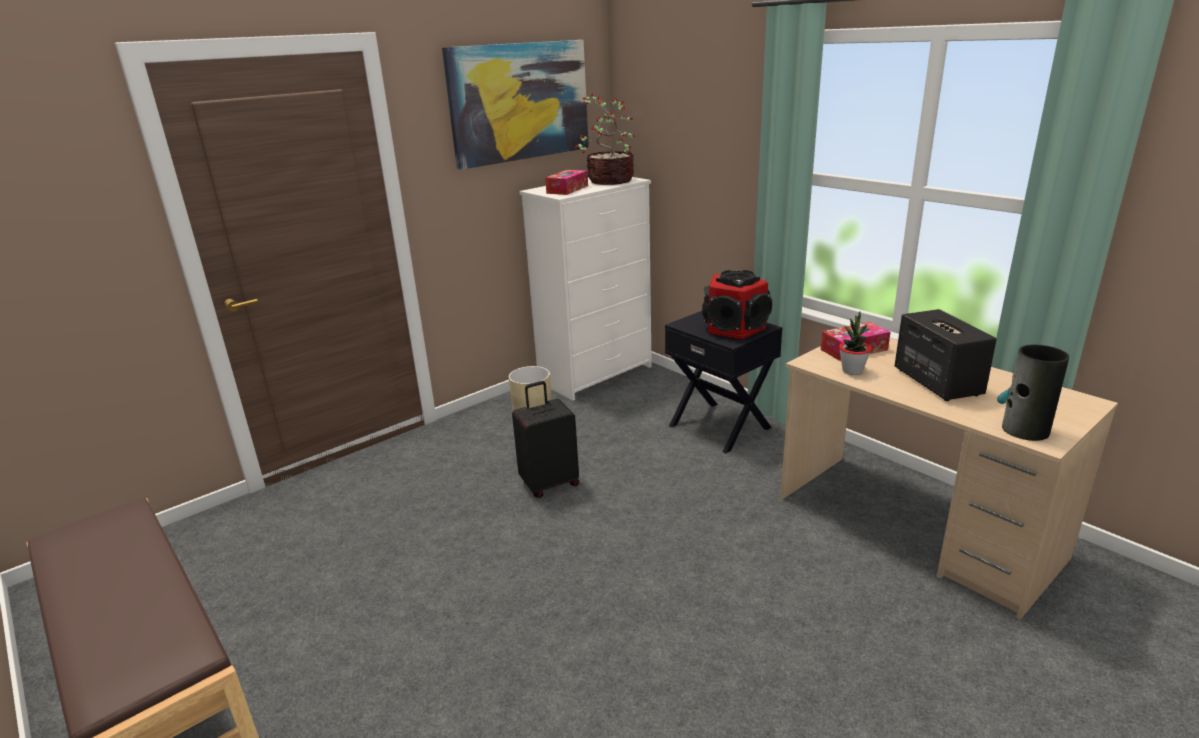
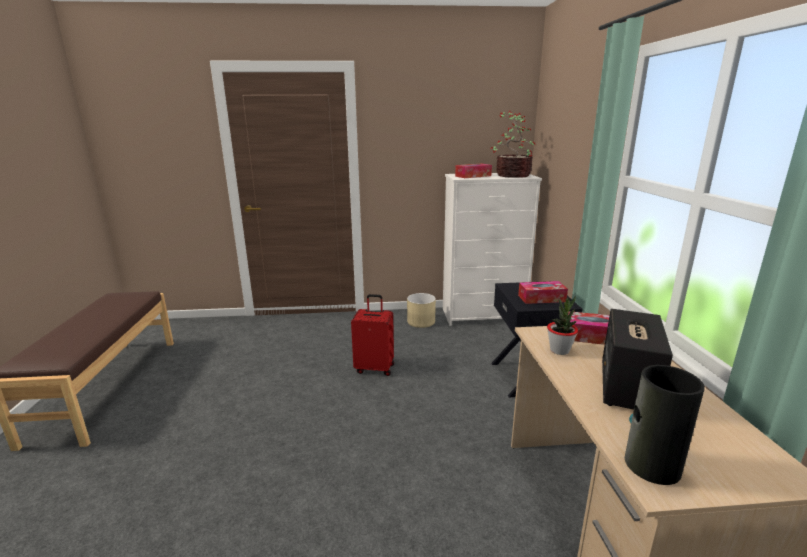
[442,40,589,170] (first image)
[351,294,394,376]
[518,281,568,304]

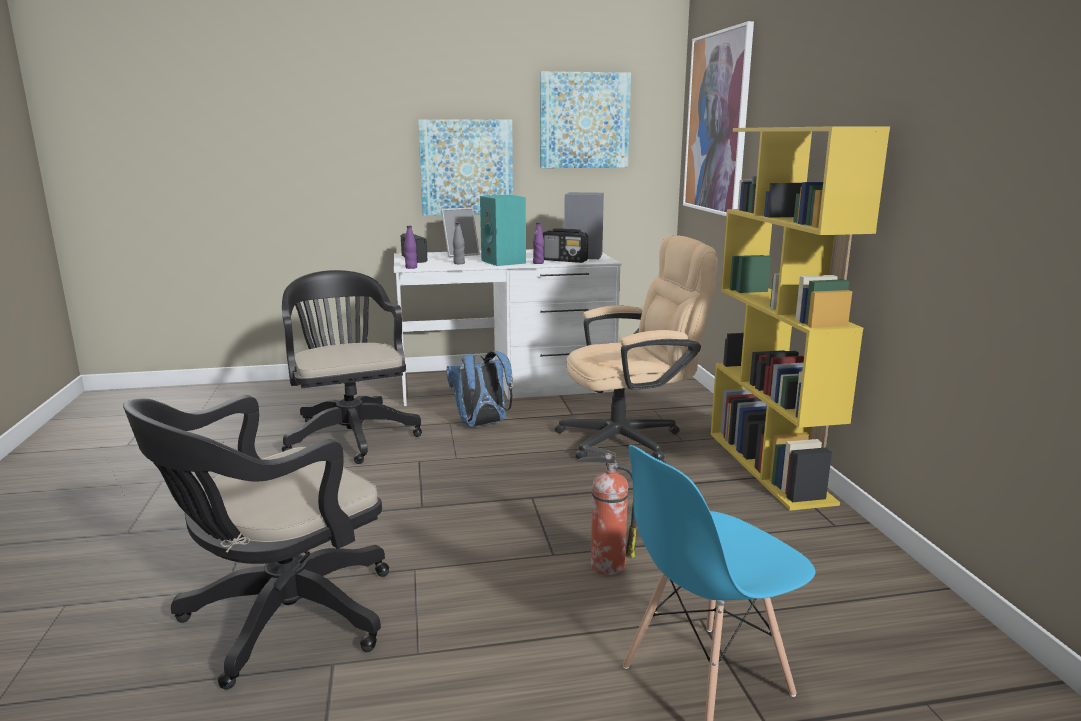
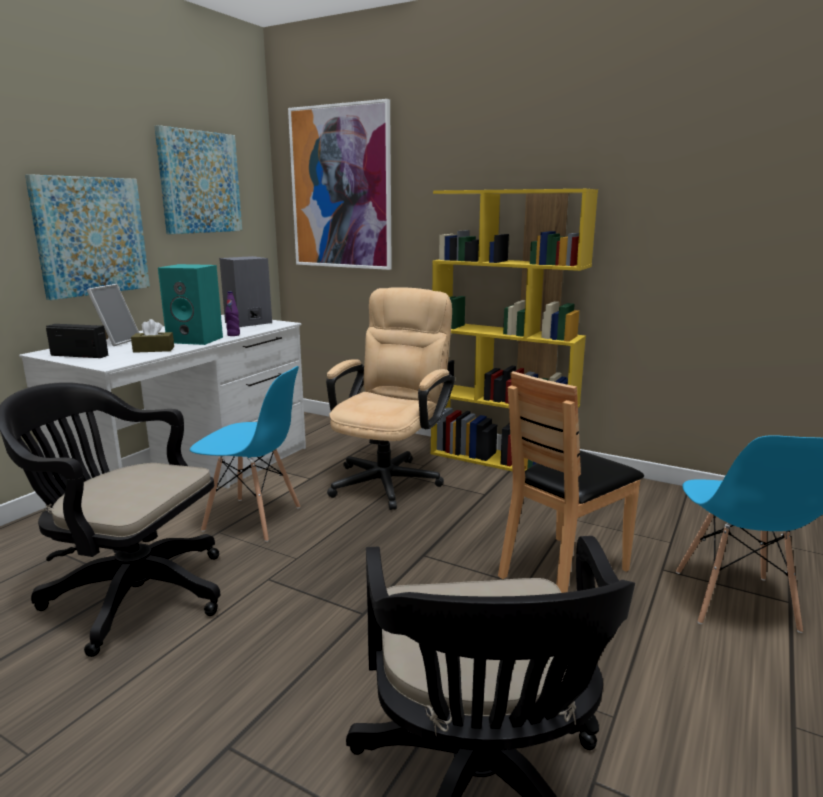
[404,226,417,269] (first image)
[190,366,301,542]
[131,319,174,353]
[543,228,588,263] (first image)
[498,371,644,593]

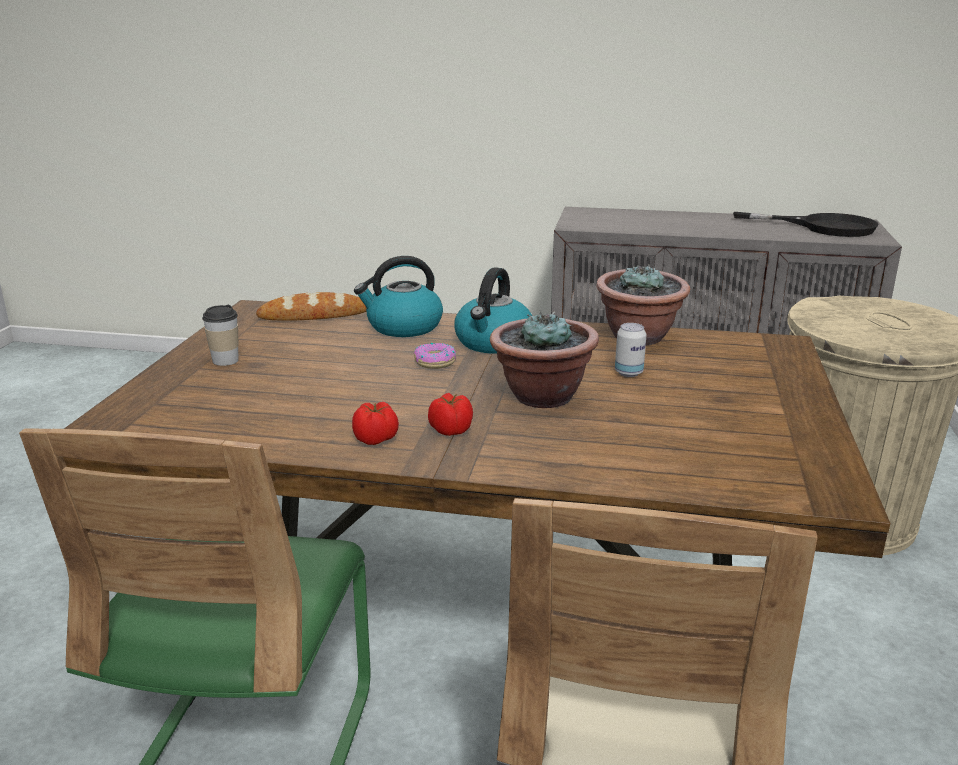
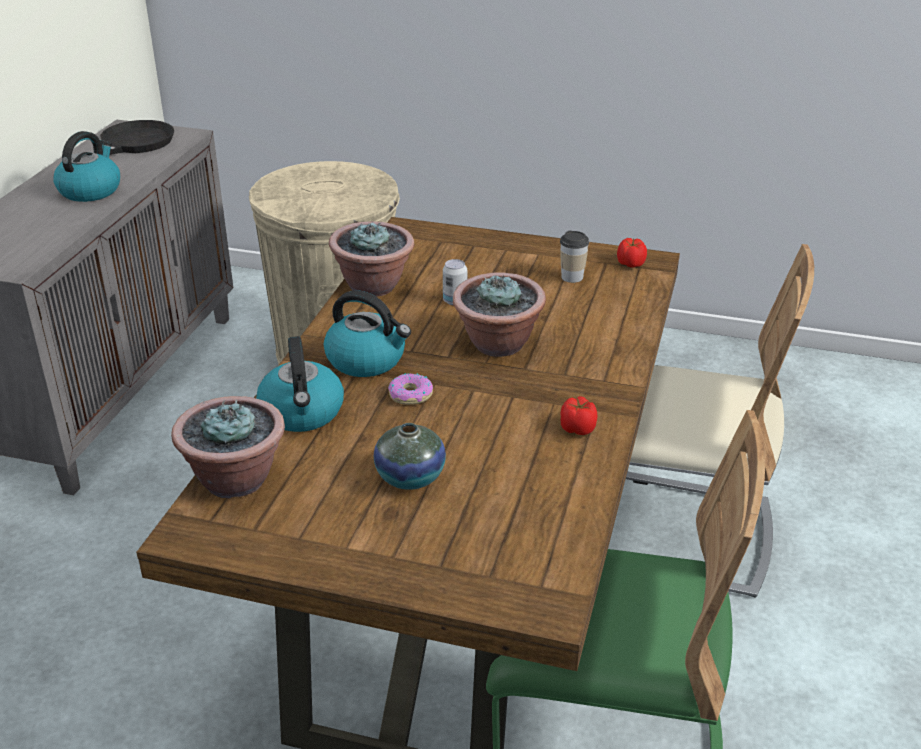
[560,230,589,283]
[171,396,285,499]
[617,238,647,267]
[53,131,120,202]
[374,423,446,490]

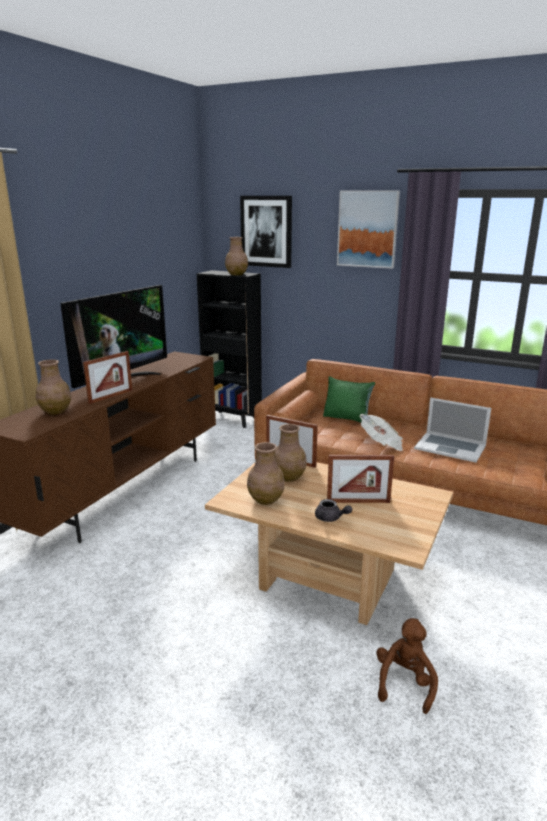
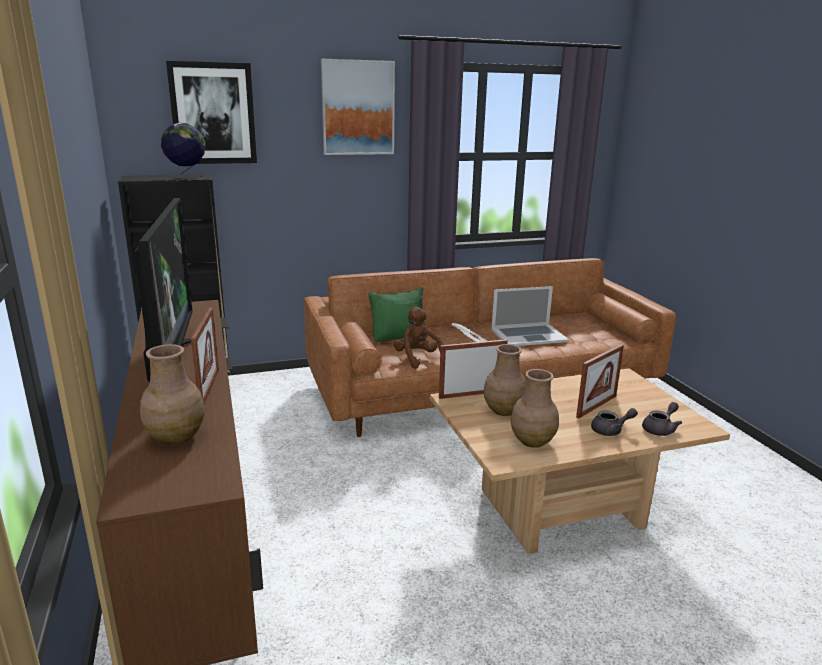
[161,123,205,179]
[394,307,444,369]
[642,402,682,436]

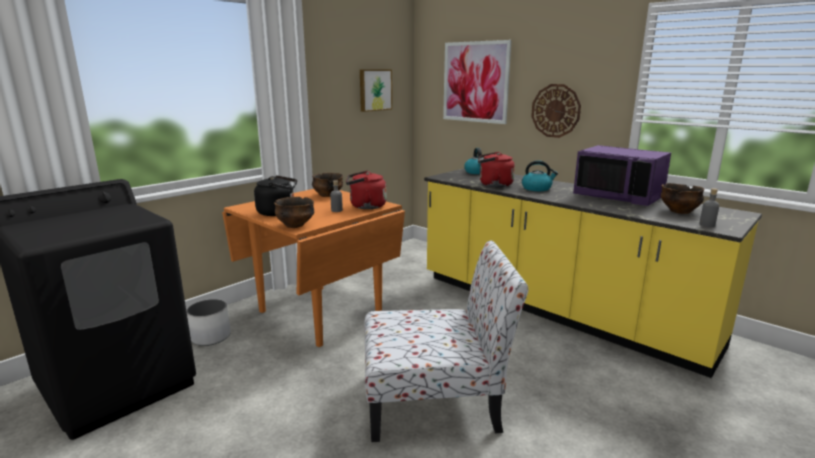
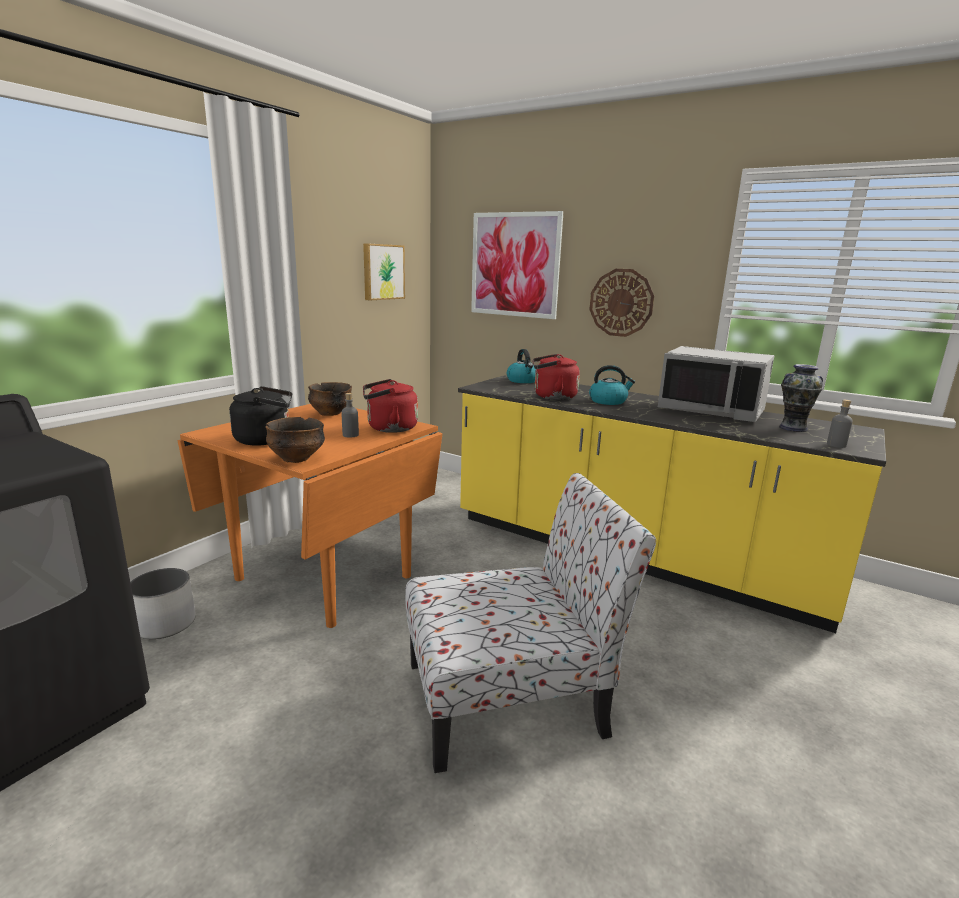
[658,346,775,422]
[779,364,823,432]

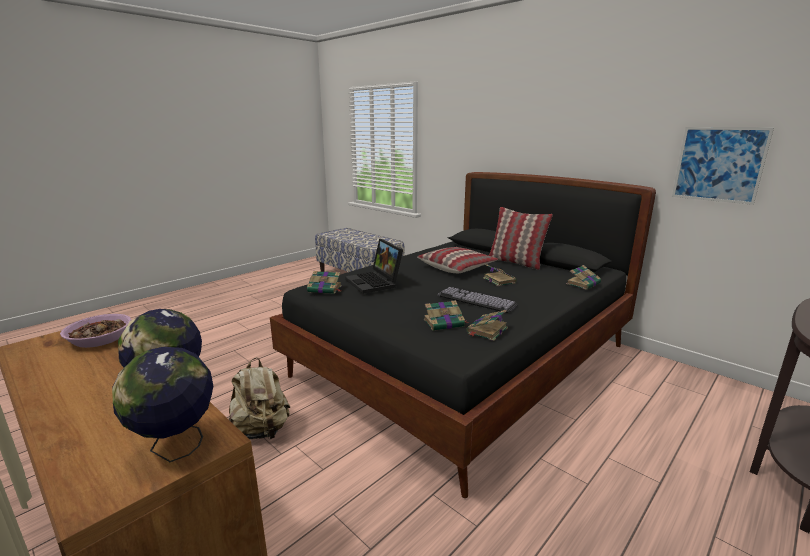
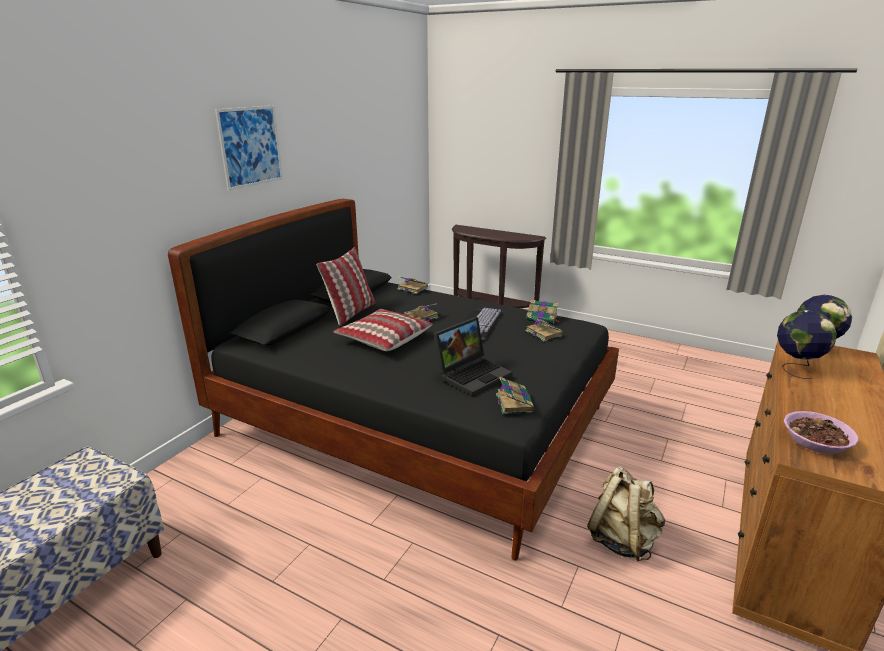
[215,106,283,191]

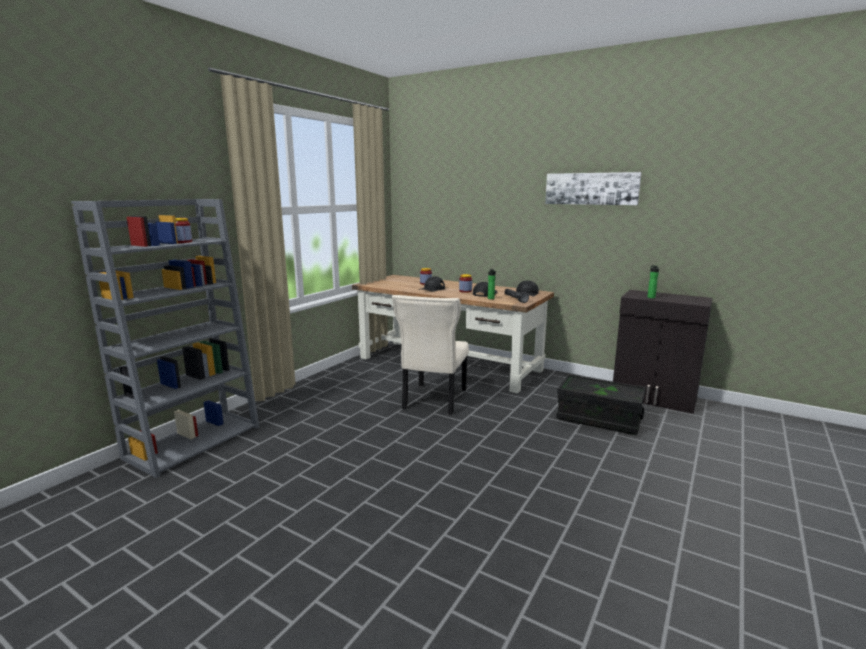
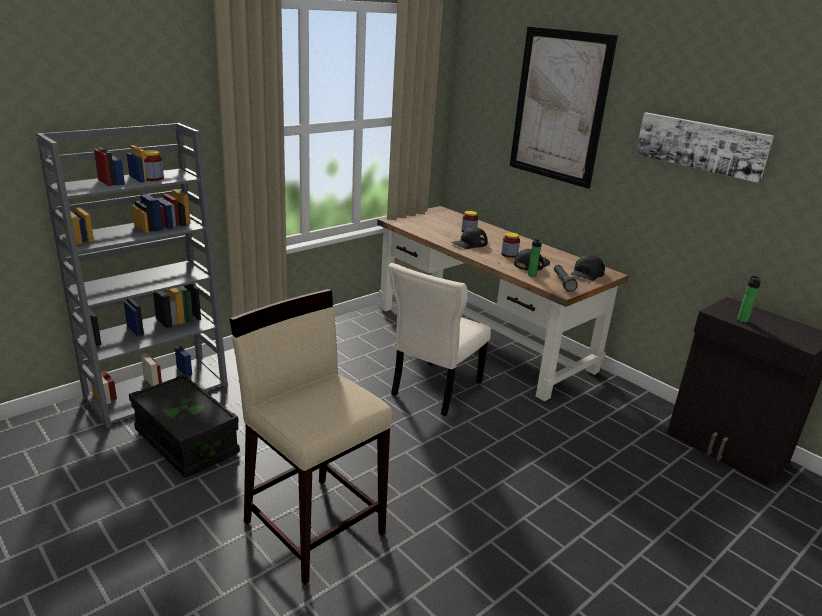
[129,374,240,478]
[229,289,393,585]
[510,26,618,189]

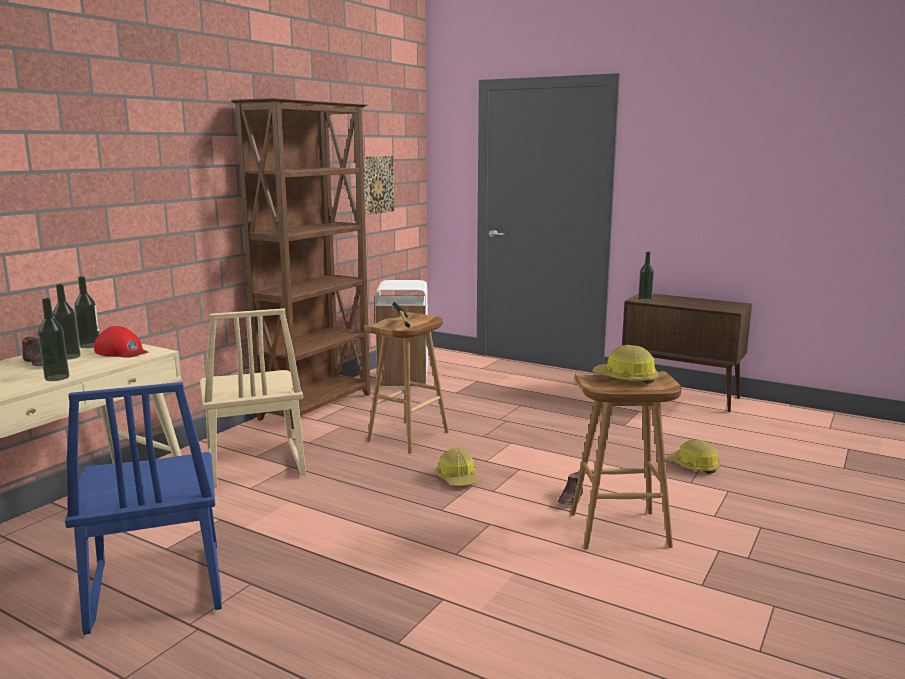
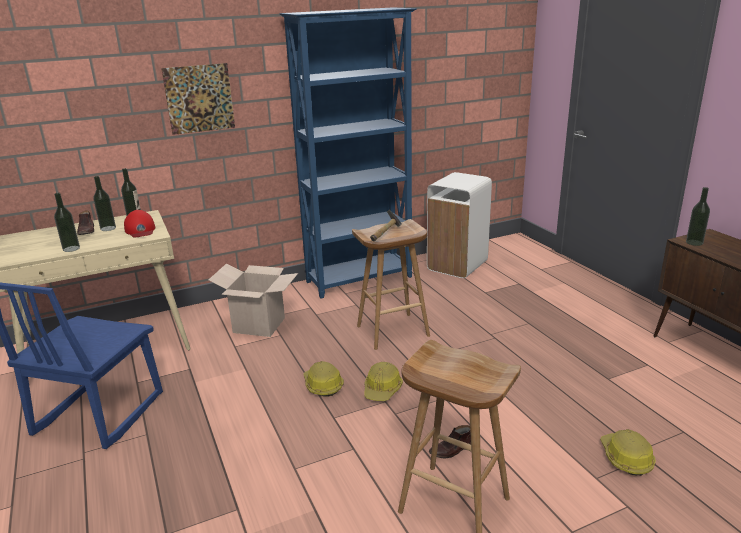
[209,263,298,337]
[280,7,416,299]
[161,63,235,135]
[303,361,344,397]

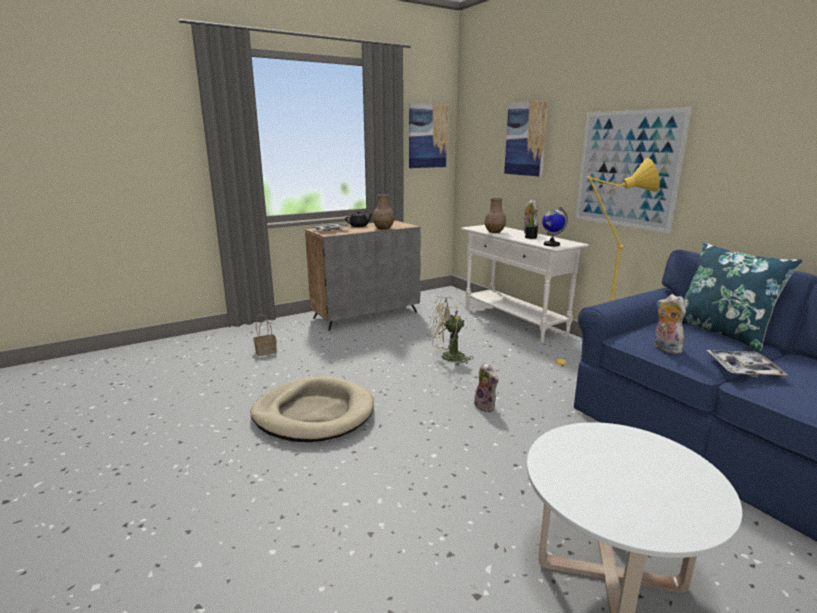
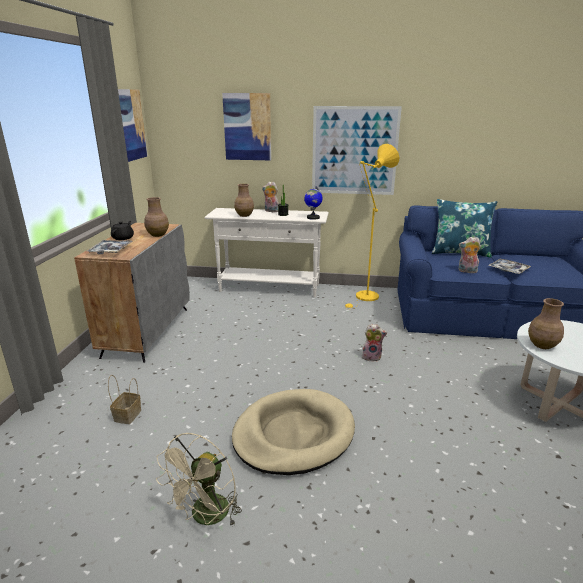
[156,433,242,526]
[528,298,564,349]

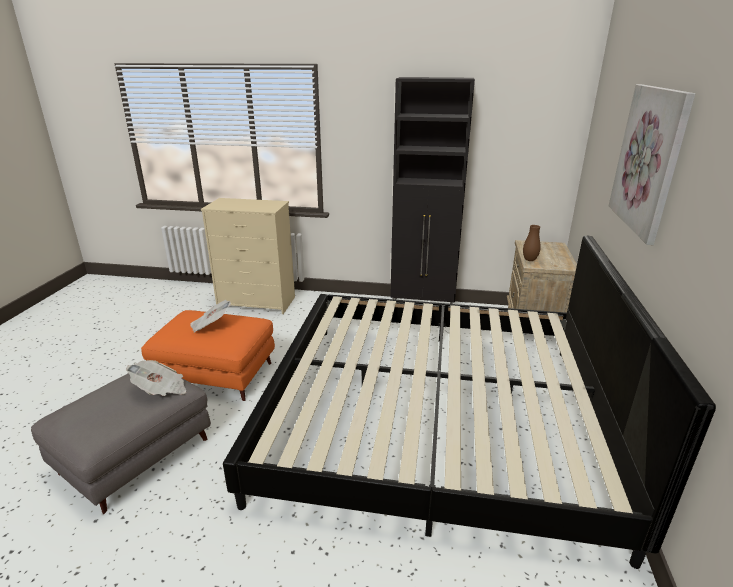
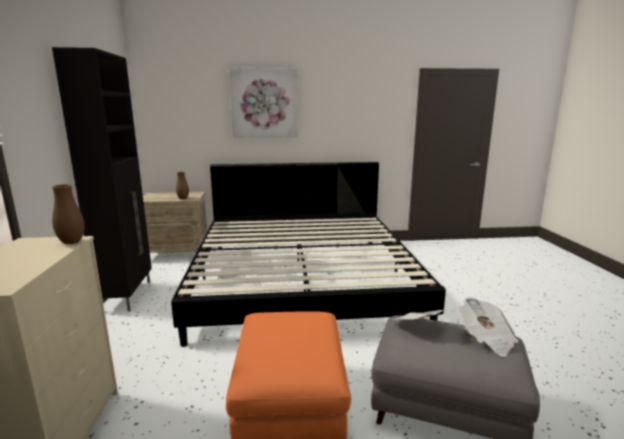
[459,297,519,357]
[52,184,84,244]

